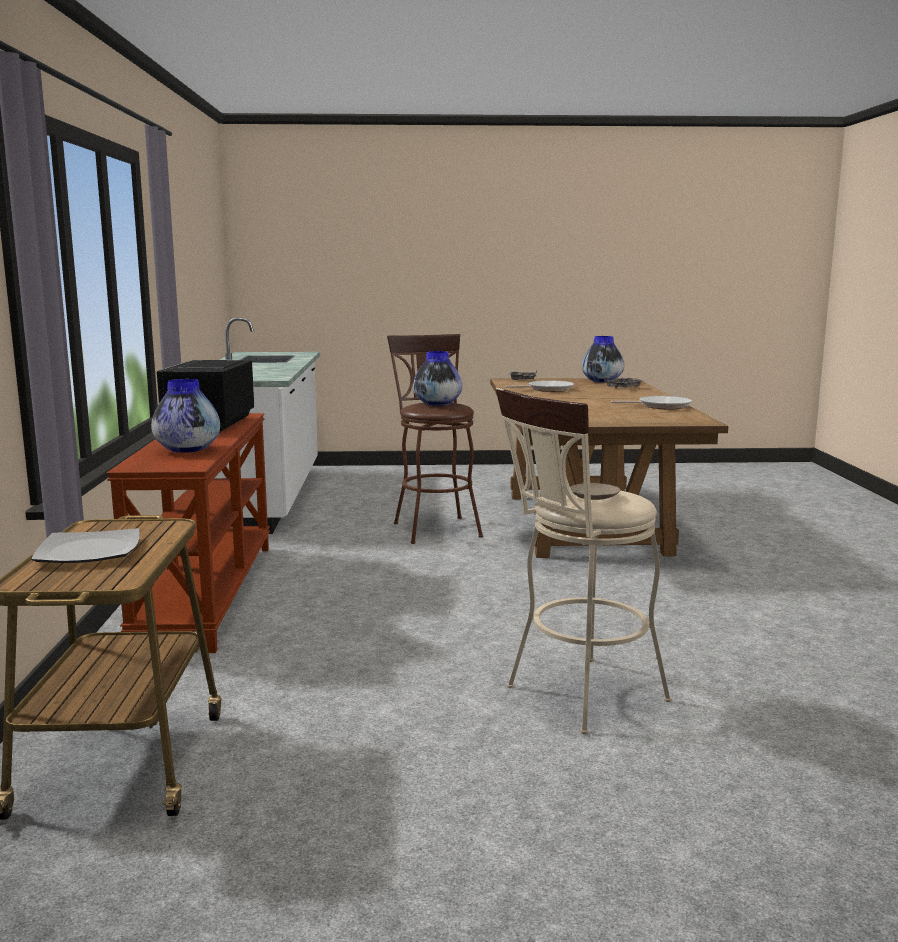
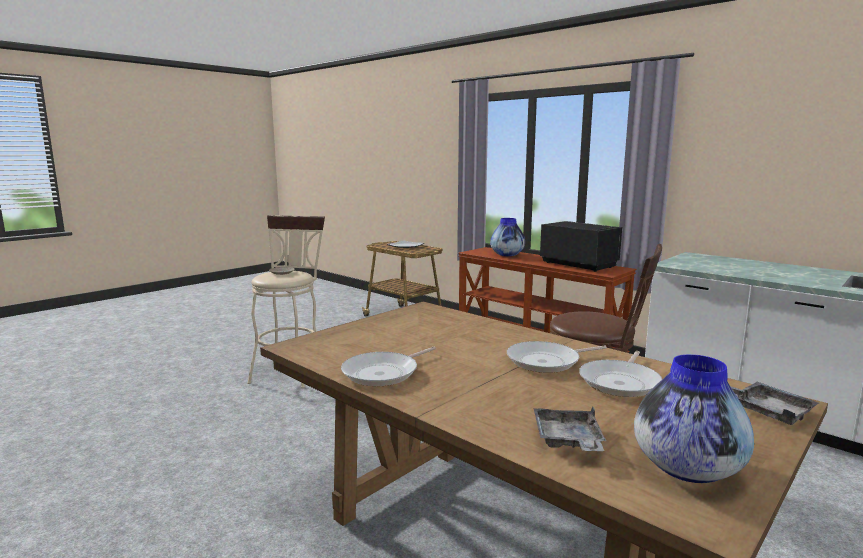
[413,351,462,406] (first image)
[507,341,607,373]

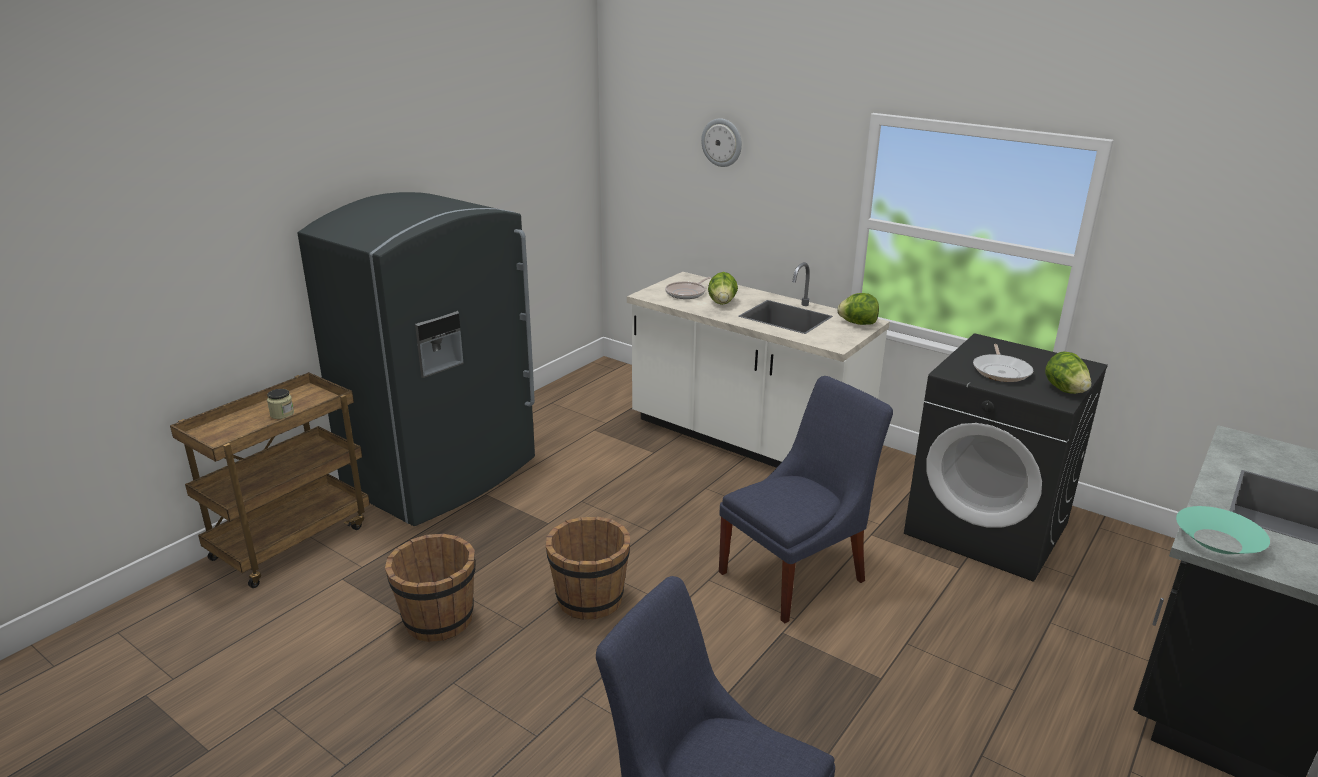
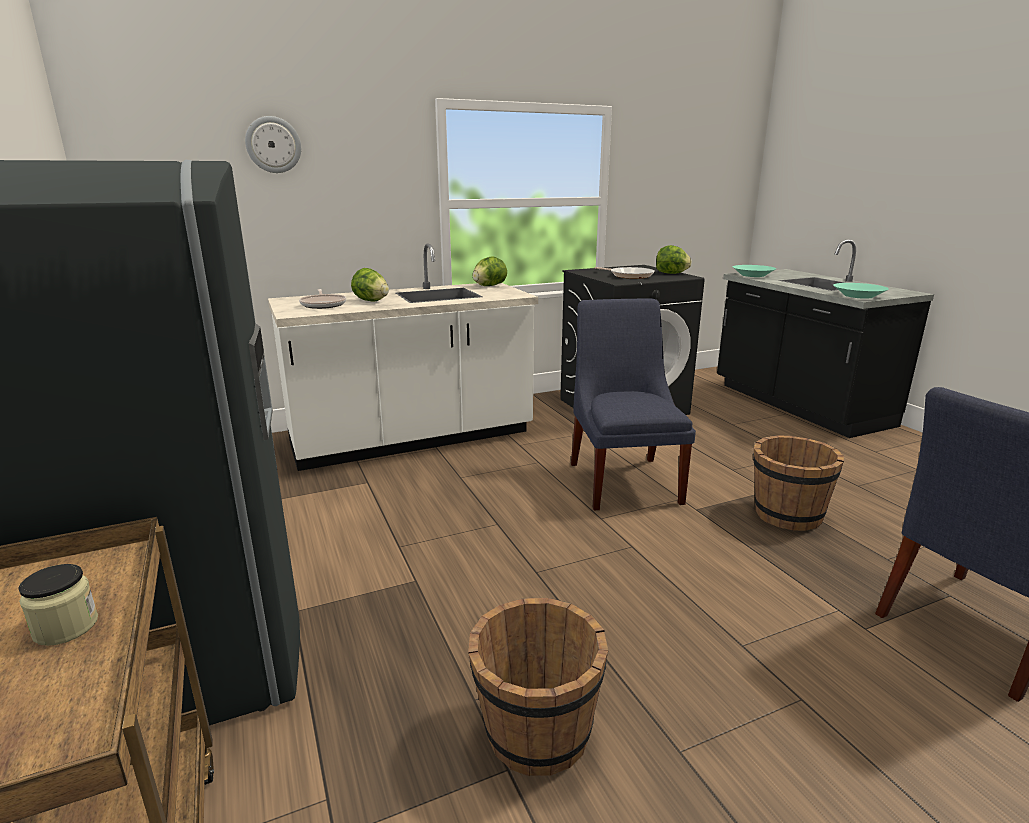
[753,435,844,531]
[733,265,776,277]

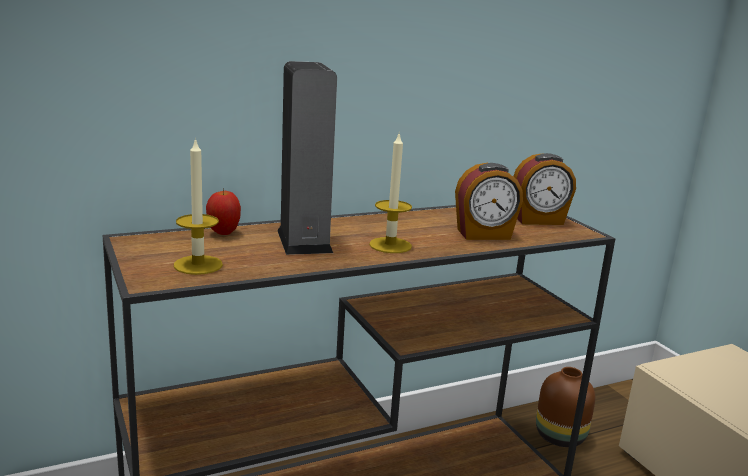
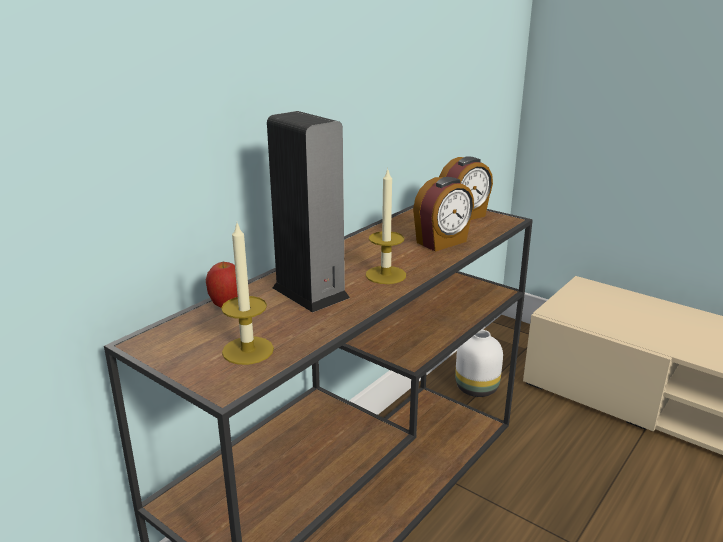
[455,330,503,397]

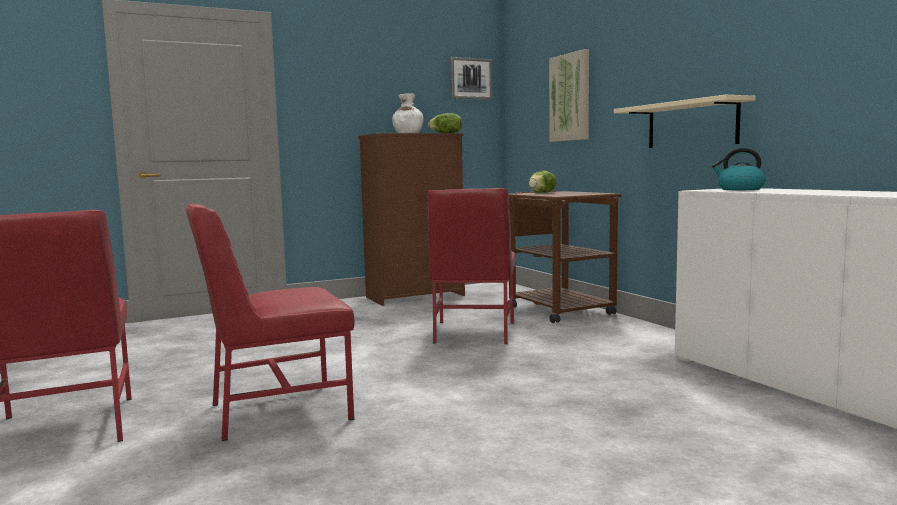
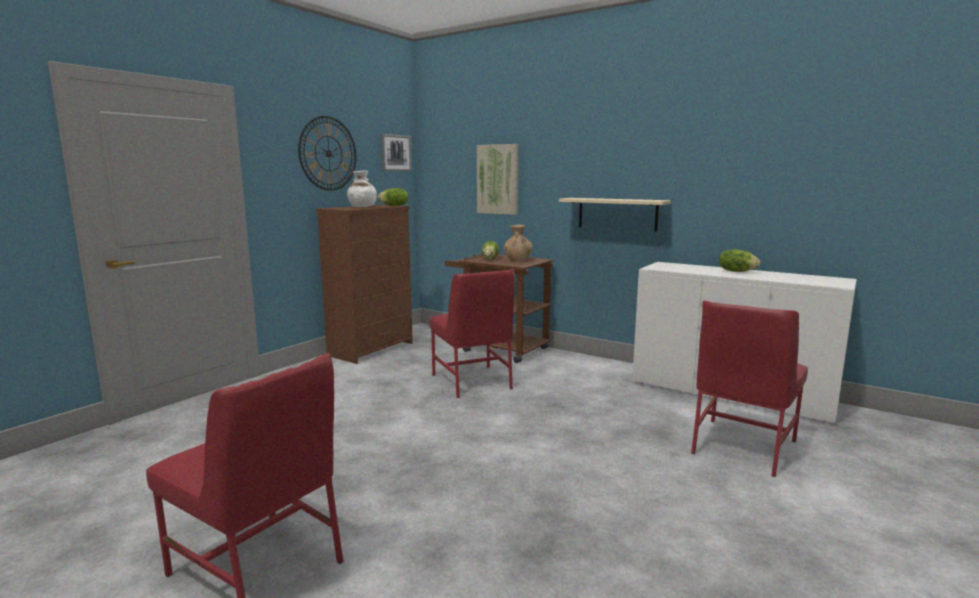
[691,301,808,477]
[712,148,766,190] (first image)
[298,116,356,191]
[504,225,532,262]
[719,249,760,272]

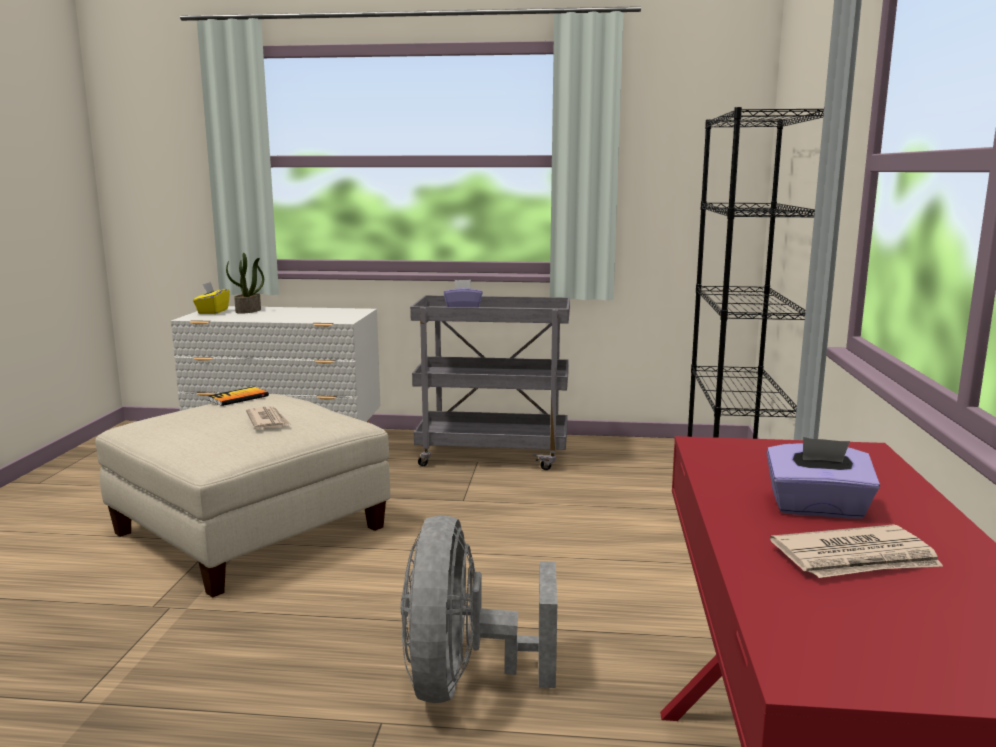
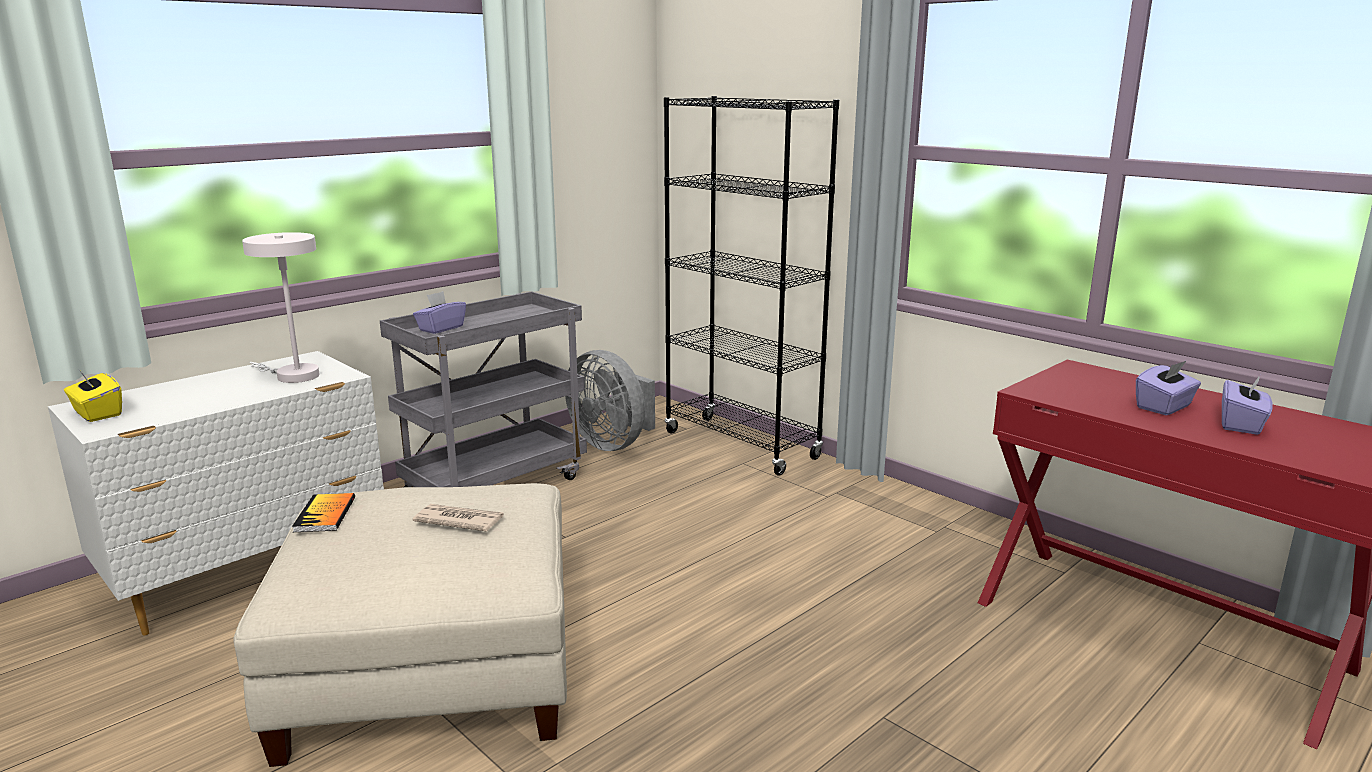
[226,253,264,314] (first image)
[565,350,655,451]
[1222,375,1273,435]
[242,232,319,383]

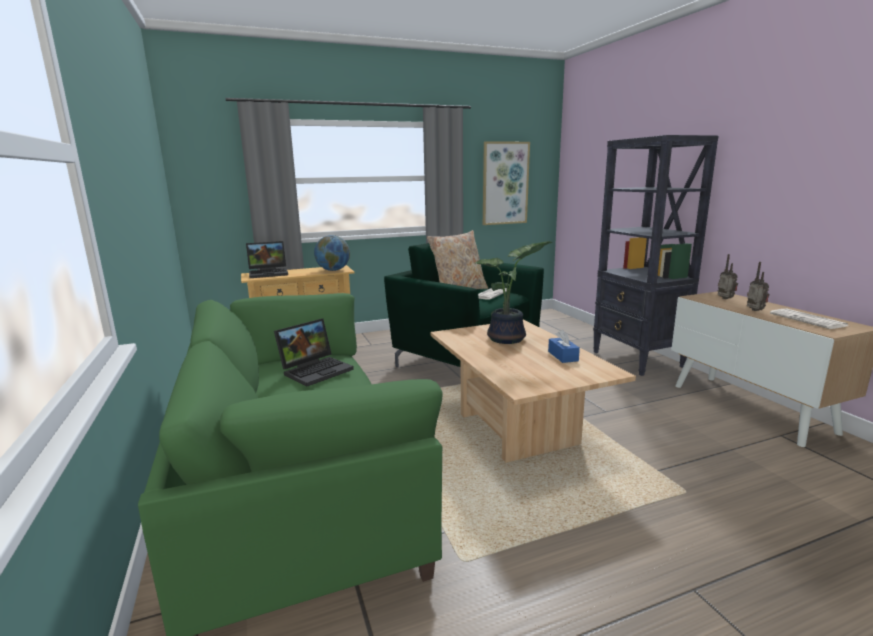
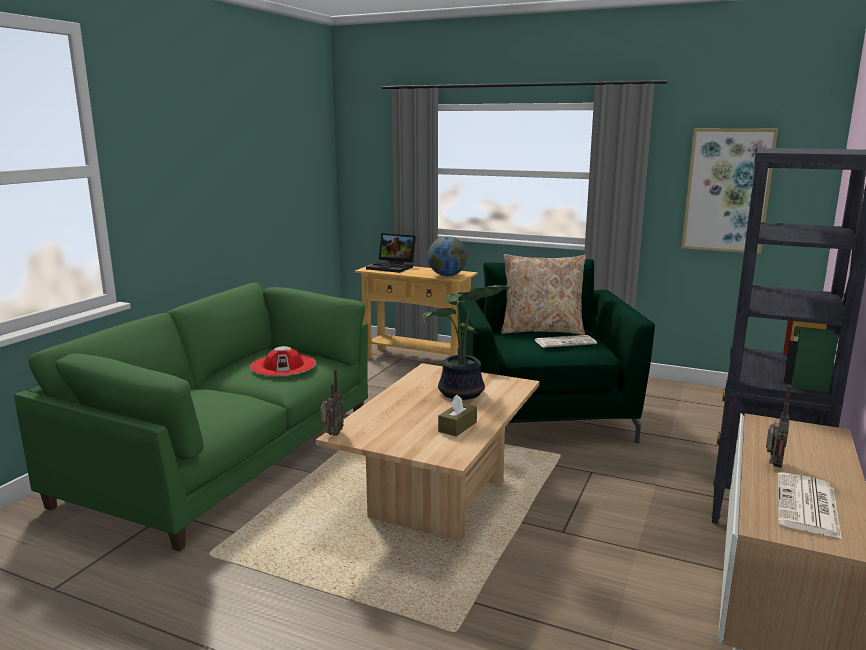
[250,346,316,376]
[438,395,477,437]
[320,369,344,436]

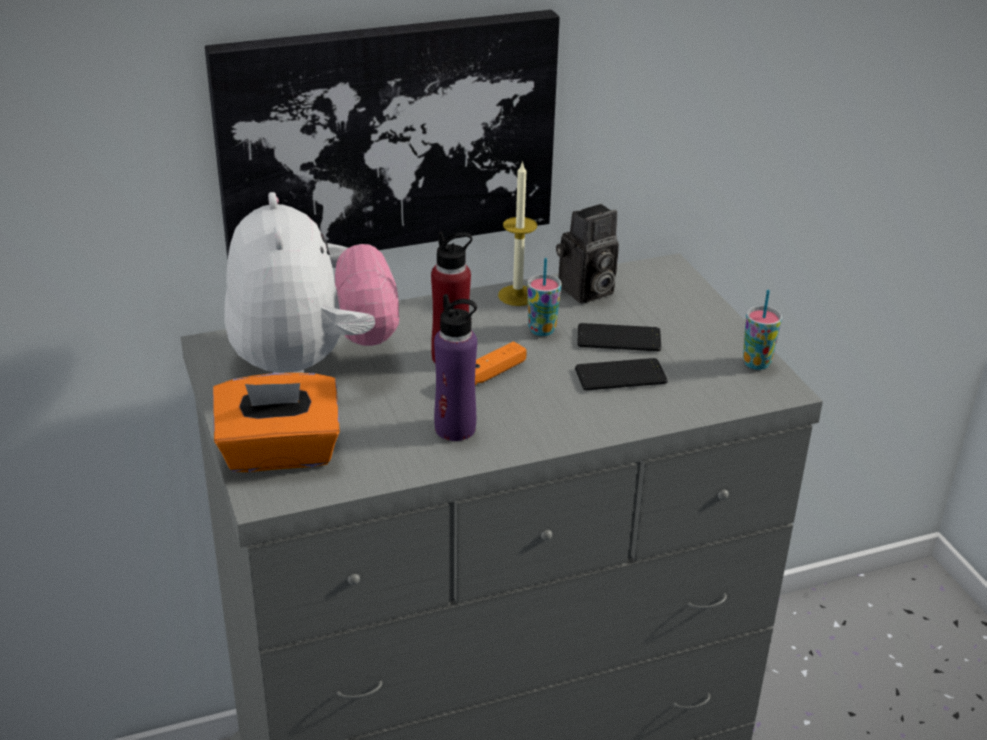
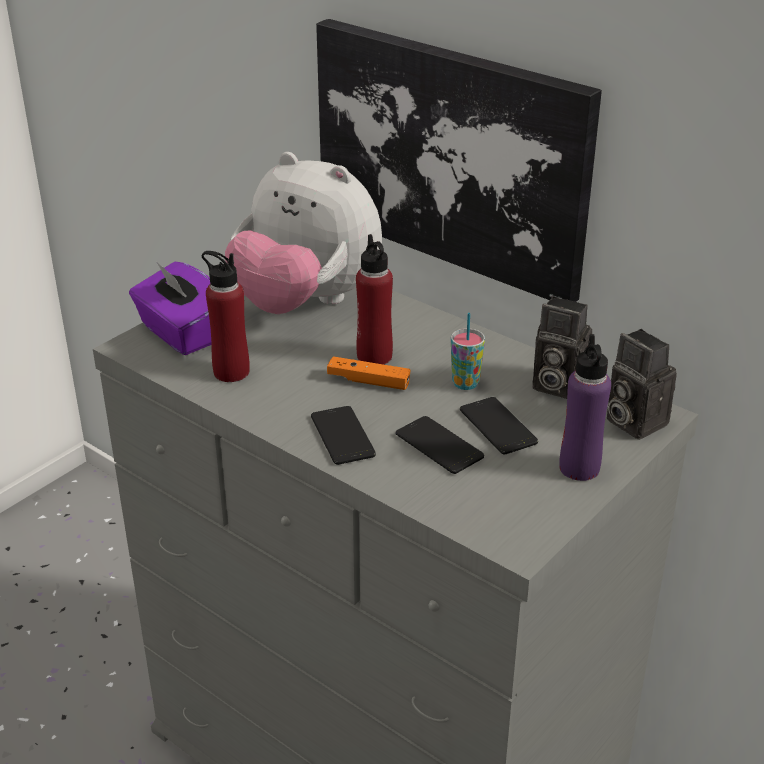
[129,261,211,355]
[225,152,382,314]
[559,334,611,481]
[498,161,537,306] (first image)
[743,290,782,370] (first image)
[202,251,250,382]
[311,406,376,465]
[607,329,677,440]

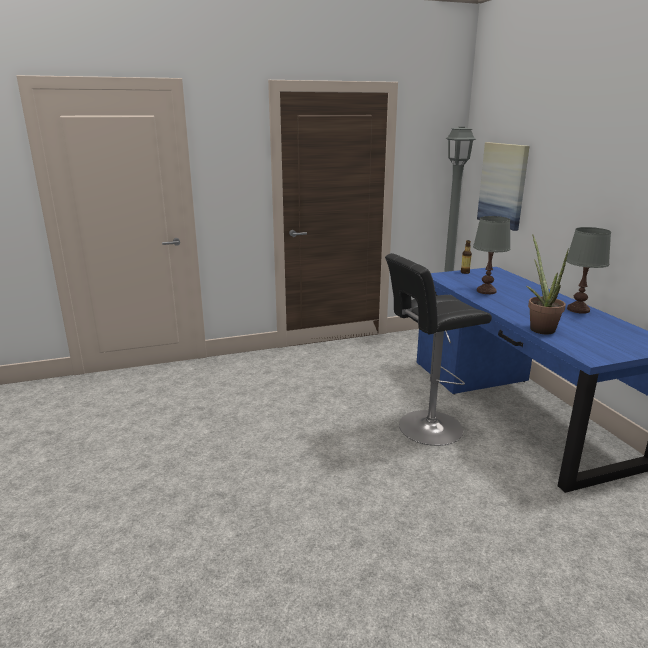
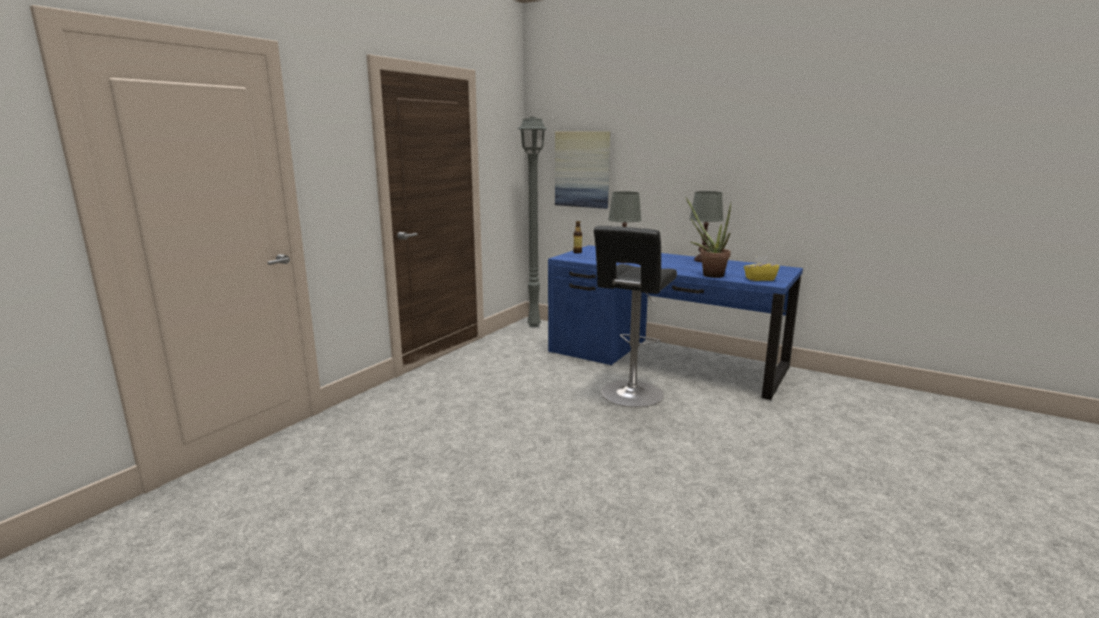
[744,256,779,281]

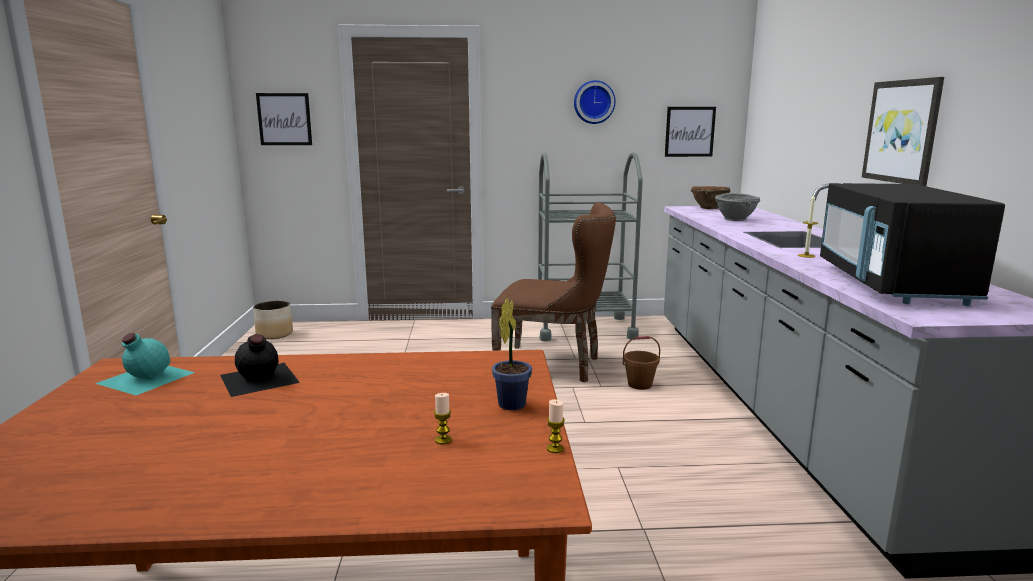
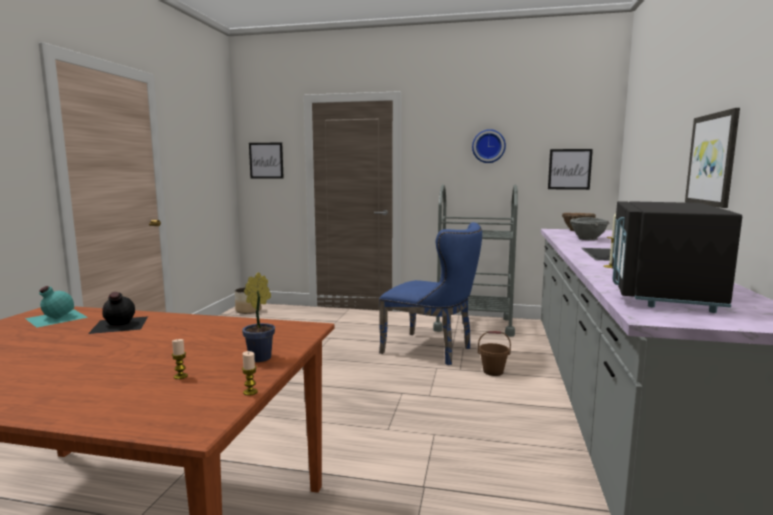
[379,222,482,365]

